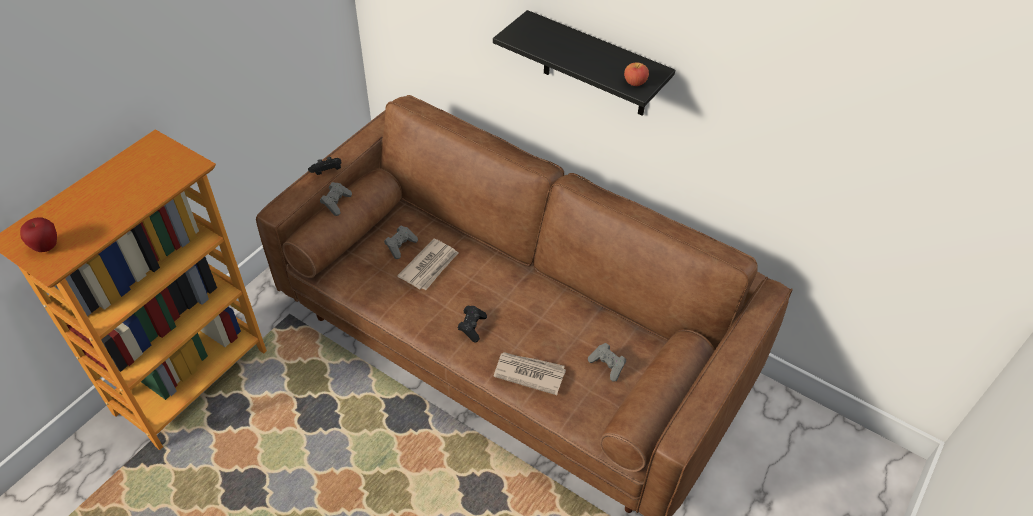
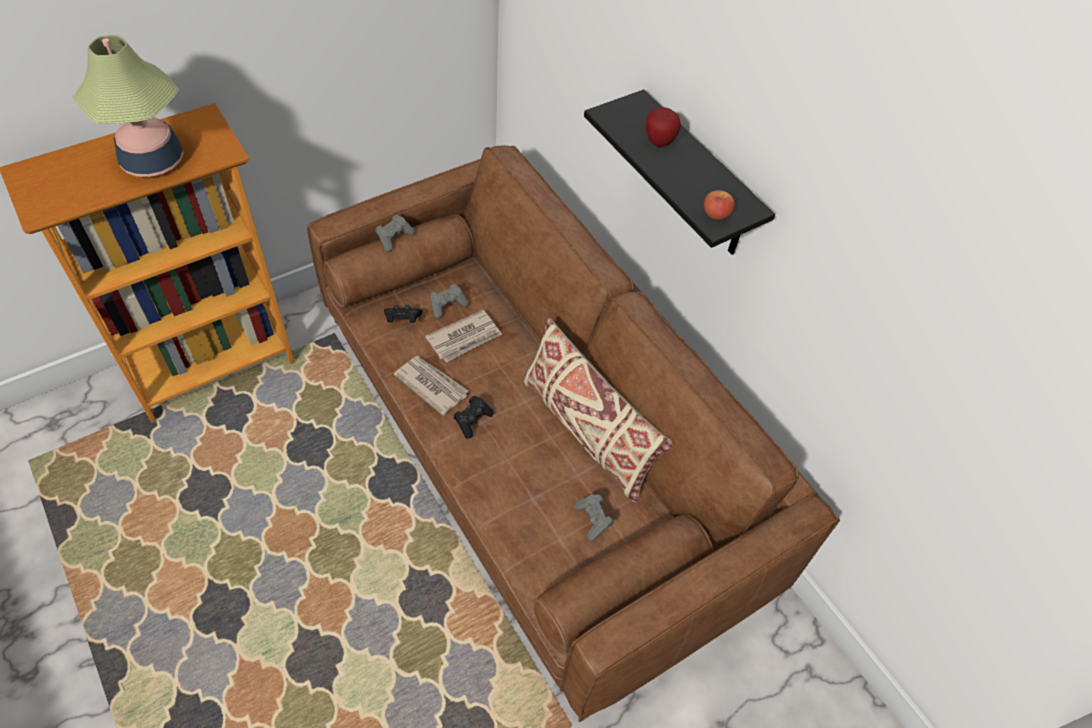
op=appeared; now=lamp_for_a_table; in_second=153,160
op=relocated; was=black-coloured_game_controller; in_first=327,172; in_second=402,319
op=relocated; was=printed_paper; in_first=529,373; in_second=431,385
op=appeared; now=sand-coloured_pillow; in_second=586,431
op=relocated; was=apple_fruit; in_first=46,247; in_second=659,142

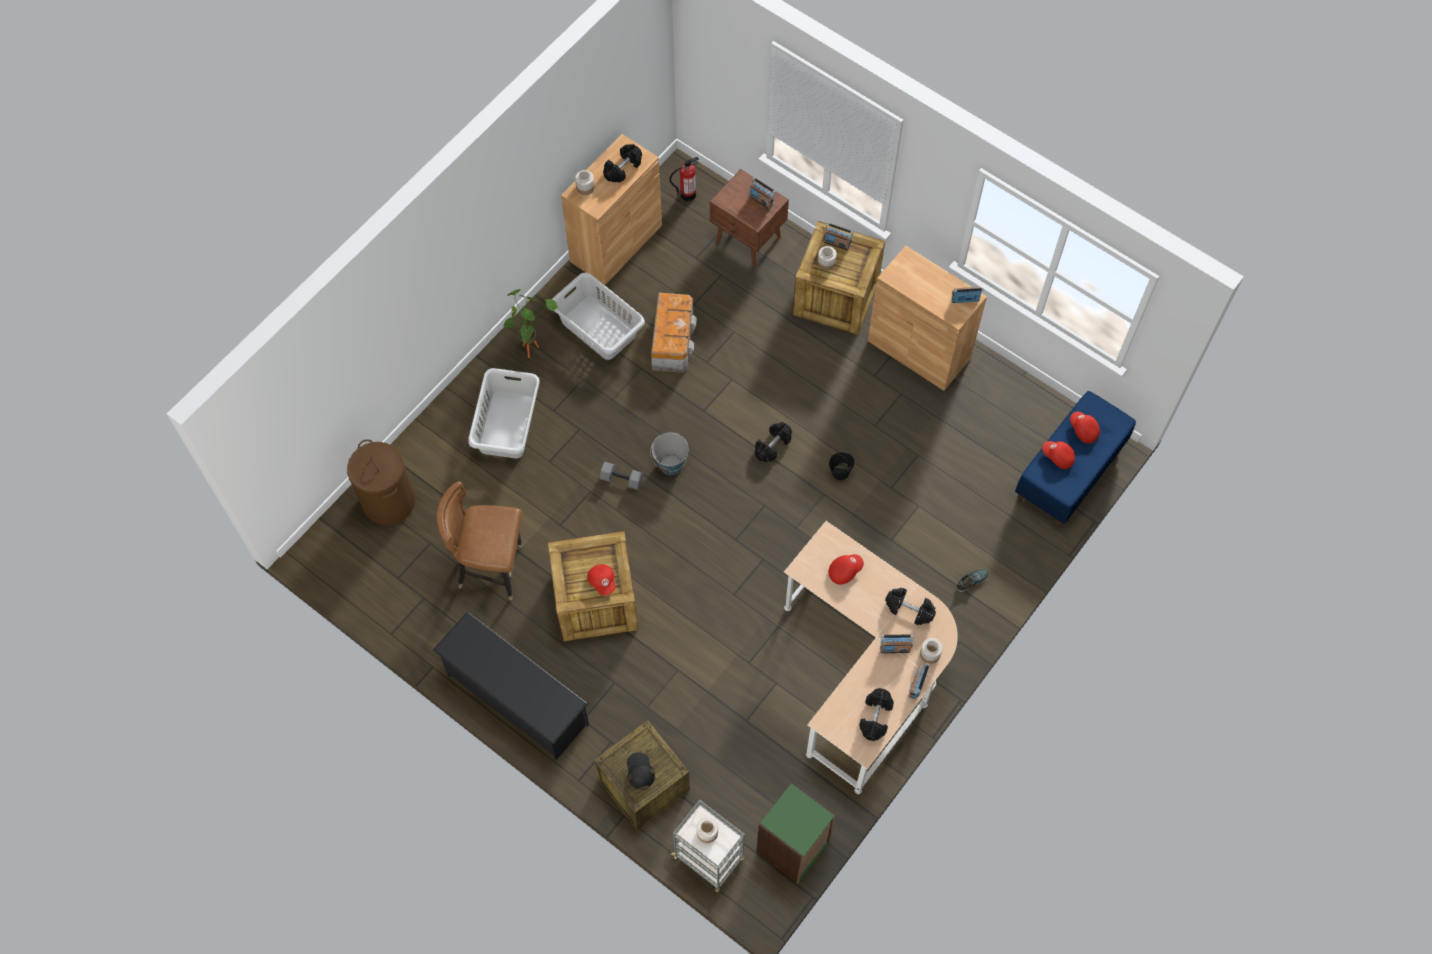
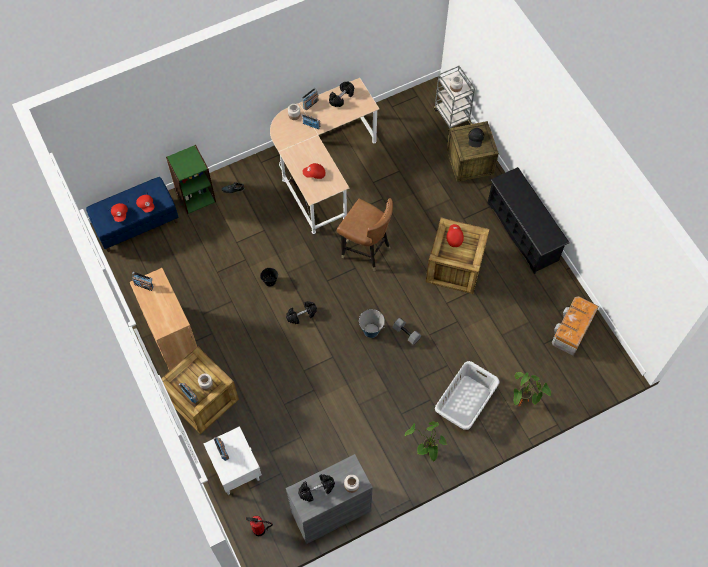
op=relocated; was=greenish_bookcase; in_first=793,848; in_second=195,196
op=colour; was=brown_bedside_table; now=whitish_bedside_table; in_first=749,240; in_second=236,470
op=colour; was=brown_storage_cabinet; now=grey_storage_cabinet; in_first=616,243; in_second=331,511
op=relocated; was=brown_plain_chair; in_first=492,569; in_second=365,251
op=appeared; now=plant_in_a_pot; in_second=523,404
op=relocated; was=storage_box; in_first=673,340; in_second=572,331
op=missing; was=brown_hamper; in_first=389,501
op=missing; was=grey_hamper; in_first=599,327
op=missing; was=black-coloured_dumbbell; in_first=909,610

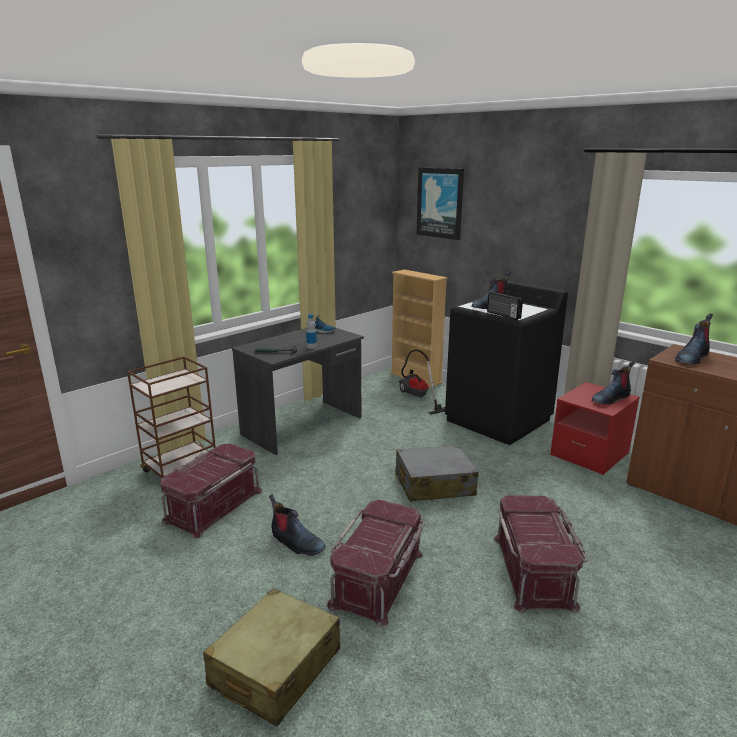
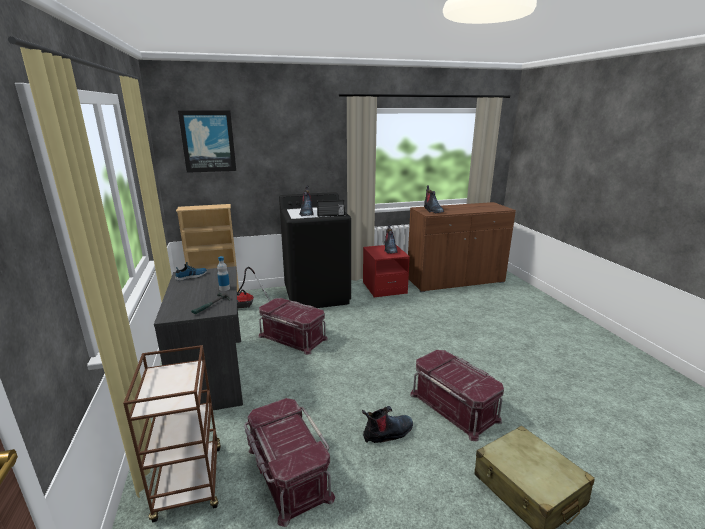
op=relocated; was=reddish_storage_box; in_first=534,571; in_second=293,337
op=missing; was=grey_travel_case; in_first=434,484

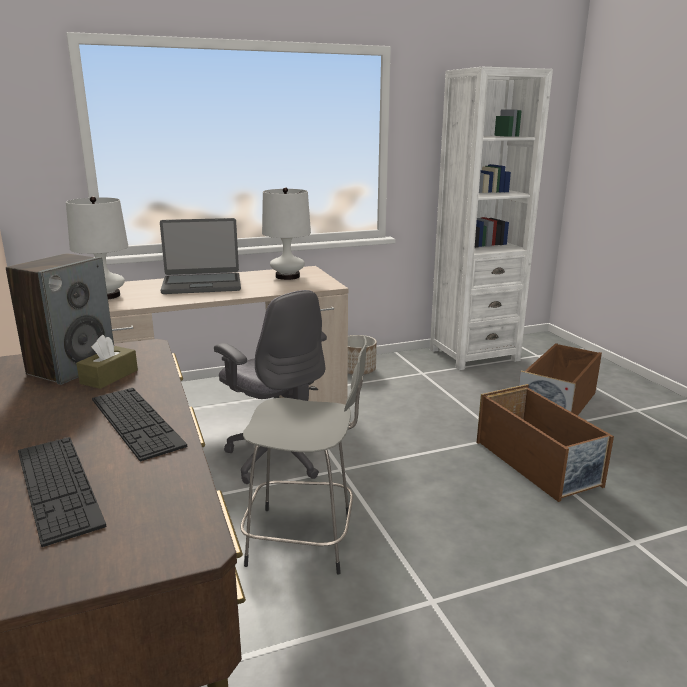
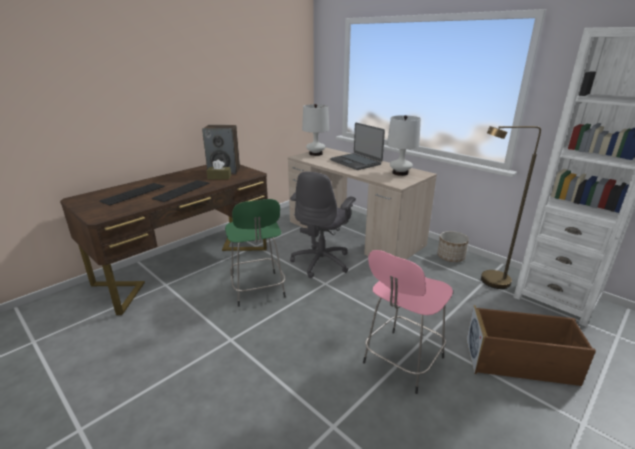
op=colour; was=grey_stool; now=greenish_stool; in_first=305,540; in_second=258,290
op=exchanged; was=brown_storage_box; now=pink-coloured_stool; in_first=538,464; in_second=401,362
op=appeared; now=brown_standing_lamp; in_second=488,282

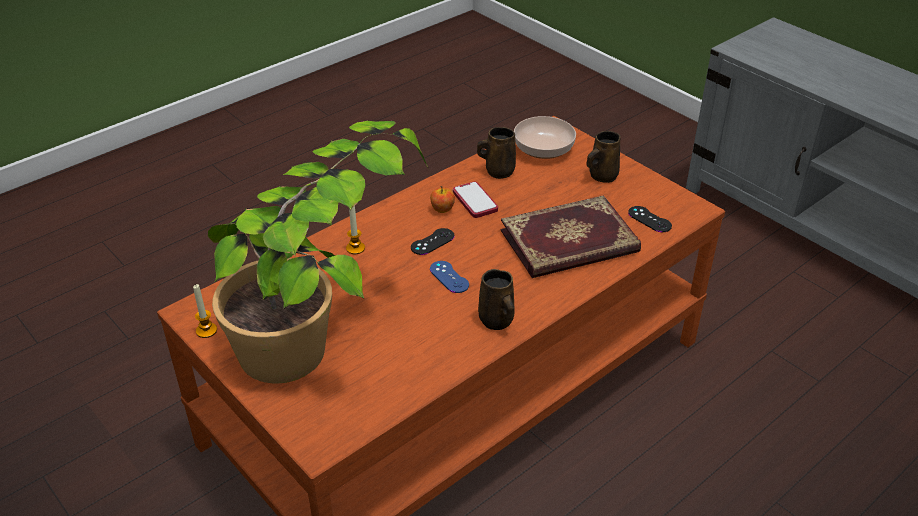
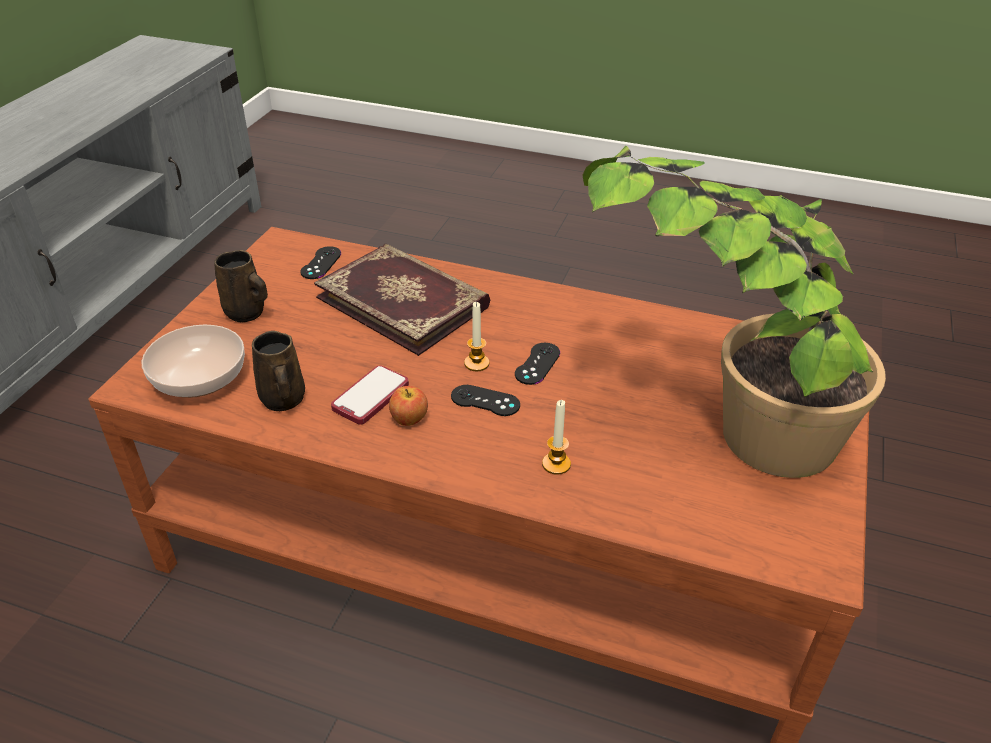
op=relocated; was=candle; in_first=206,330; in_second=476,363
op=colour; was=blue-coloured_game_controller; now=black-coloured_game_controller; in_first=449,277; in_second=537,364
op=missing; was=brown_mug; in_first=497,321

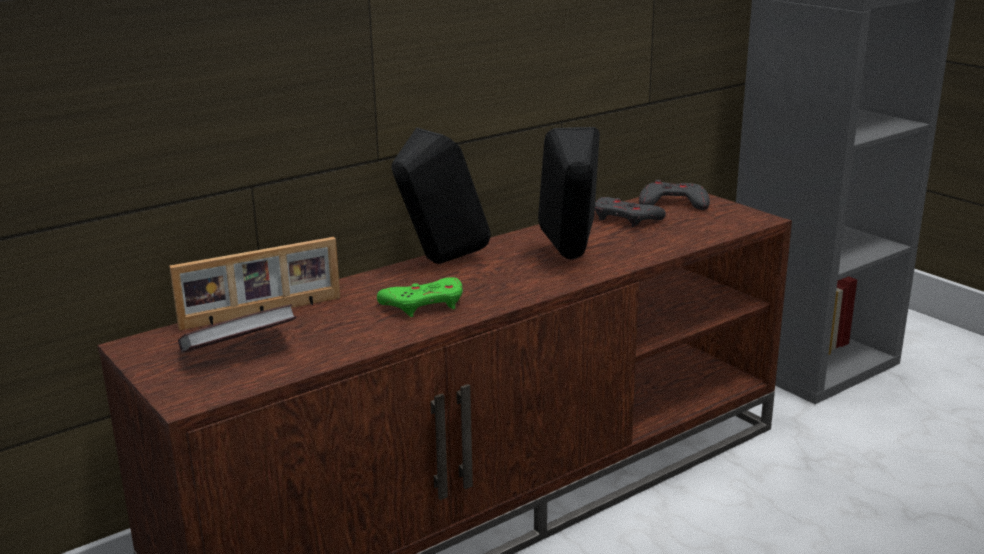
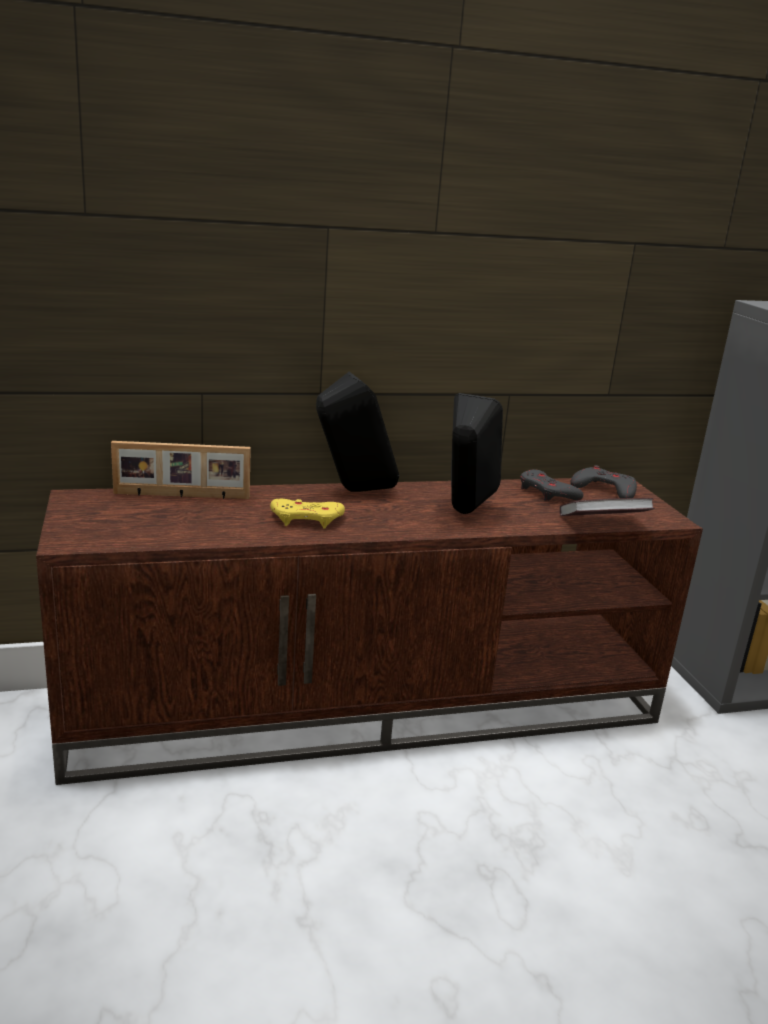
op=colour; was=greenish_game_controller; now=yellowish_game_controller; in_first=424,304; in_second=306,519
op=relocated; was=bound_book; in_first=239,350; in_second=602,524

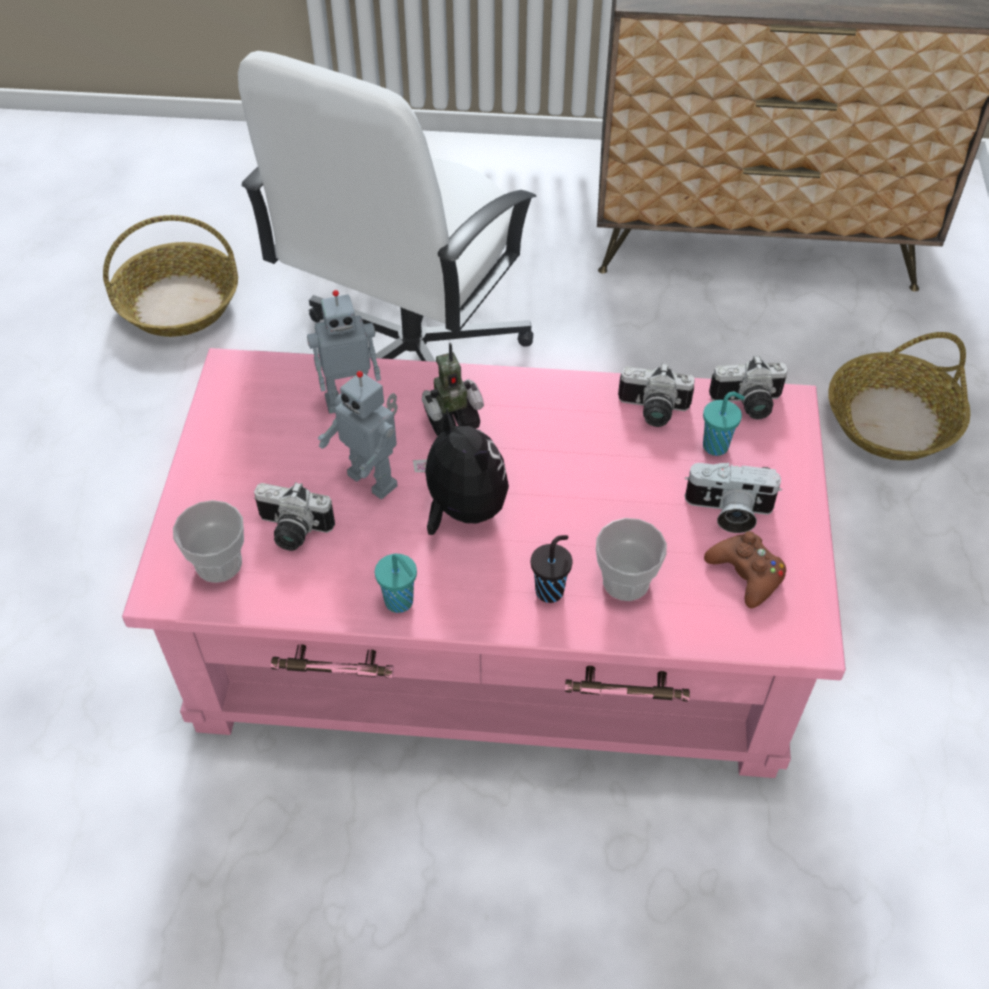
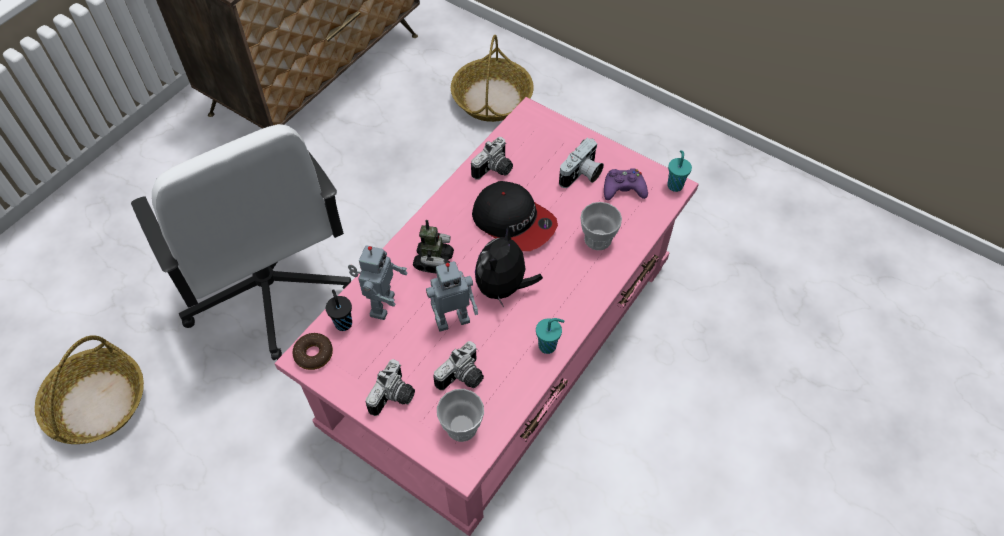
op=appeared; now=ring_doughnut; in_second=313,354
op=relocated; was=black-coloured_small_cup; in_first=550,590; in_second=343,322
op=relocated; was=photo_camera; in_first=748,405; in_second=394,397
op=appeared; now=baseball_cap; in_second=514,221
op=spun; was=plush_toy; in_first=462,510; in_second=503,287; clockwise=-60
op=colour; was=brown_game_controller; now=purplish_game_controller; in_first=746,574; in_second=623,189
op=relocated; was=blue-green_small_cup; in_first=717,446; in_second=675,185

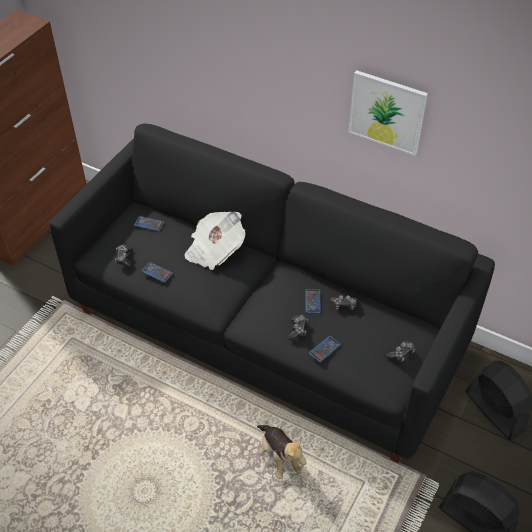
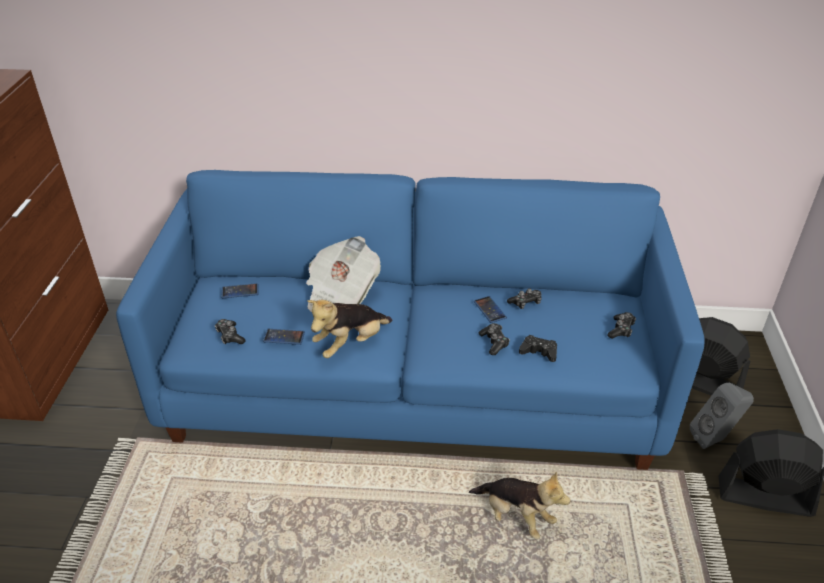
op=colour; was=black-coloured_couch; now=blue-coloured_couch; in_first=267,328; in_second=412,384
op=appeared; now=plush_toy; in_second=350,344
op=exchanged; was=phone; now=black-coloured_game_controller; in_first=324,349; in_second=539,352
op=appeared; now=grey_loudspeaker; in_second=714,439
op=missing; was=picture; in_first=387,112

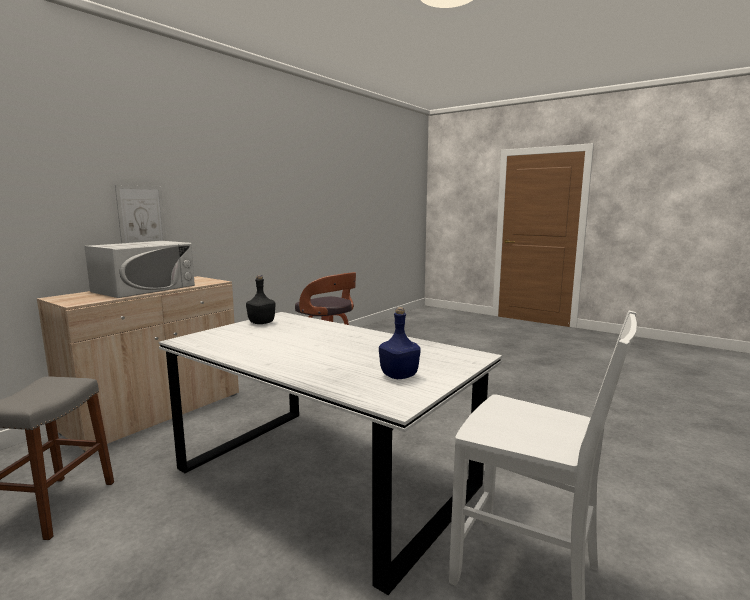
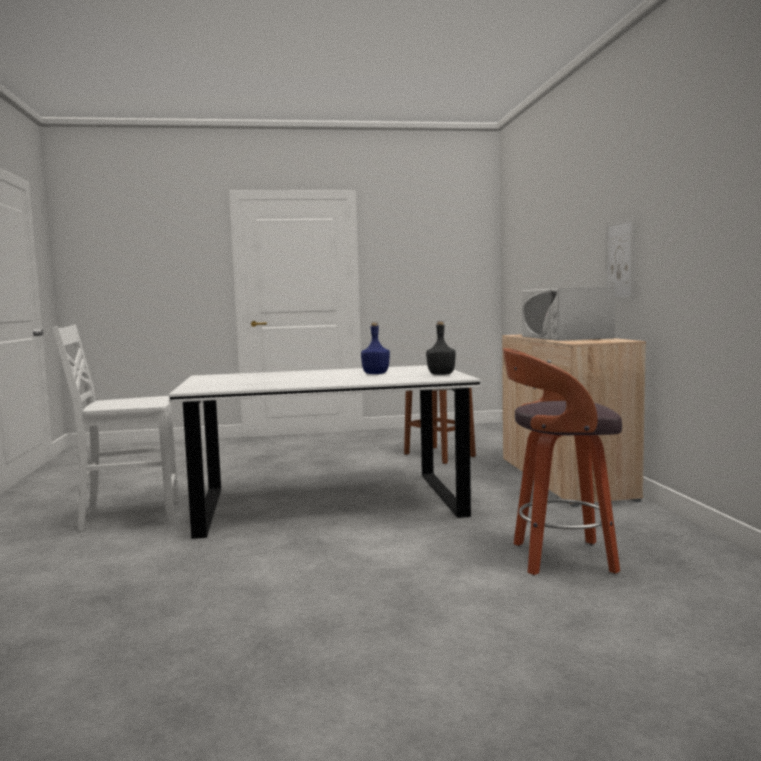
op=relocated; was=blue-coloured_bottle; in_first=399,376; in_second=375,374

